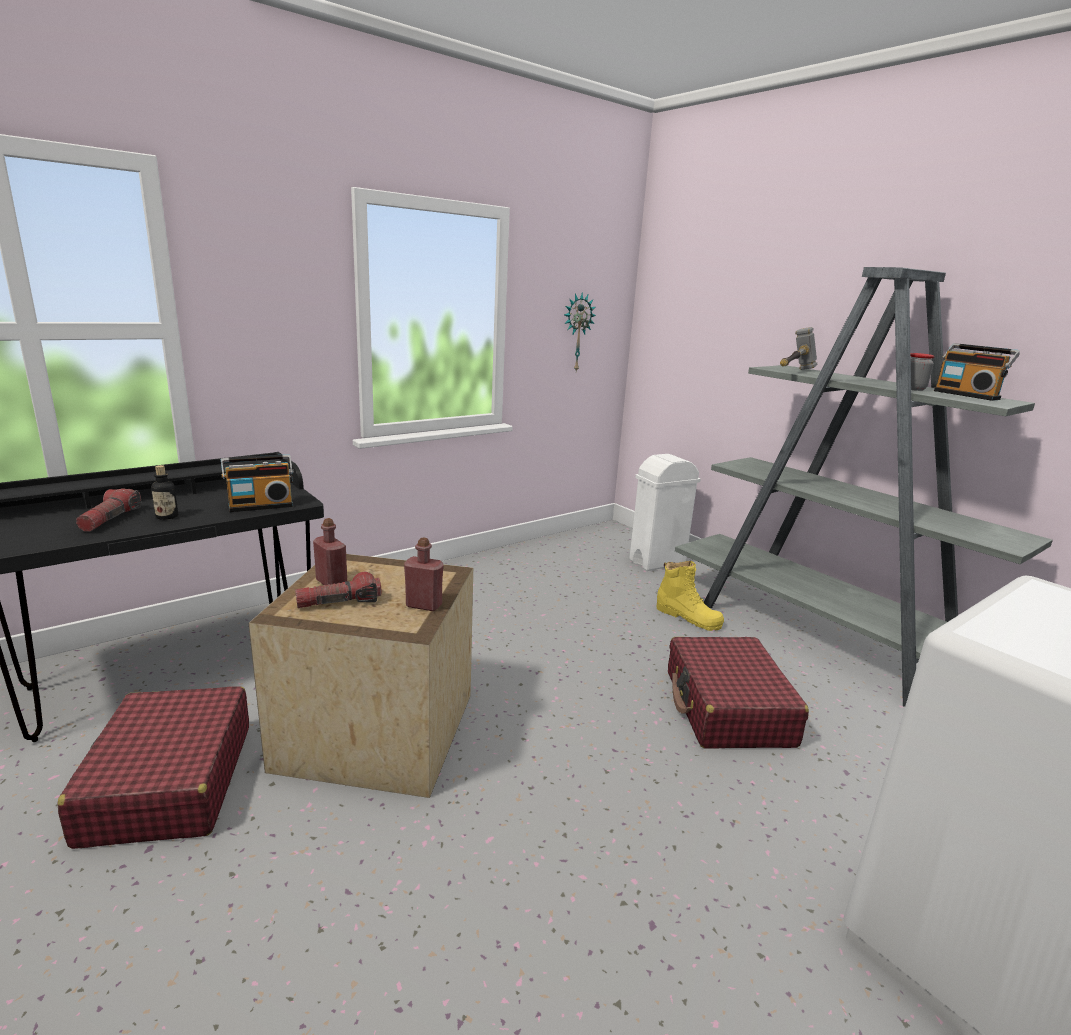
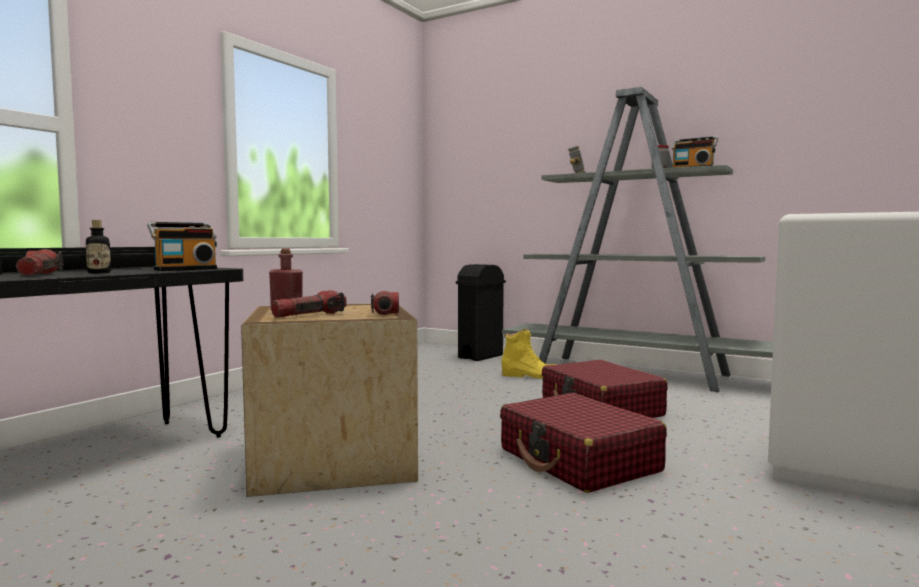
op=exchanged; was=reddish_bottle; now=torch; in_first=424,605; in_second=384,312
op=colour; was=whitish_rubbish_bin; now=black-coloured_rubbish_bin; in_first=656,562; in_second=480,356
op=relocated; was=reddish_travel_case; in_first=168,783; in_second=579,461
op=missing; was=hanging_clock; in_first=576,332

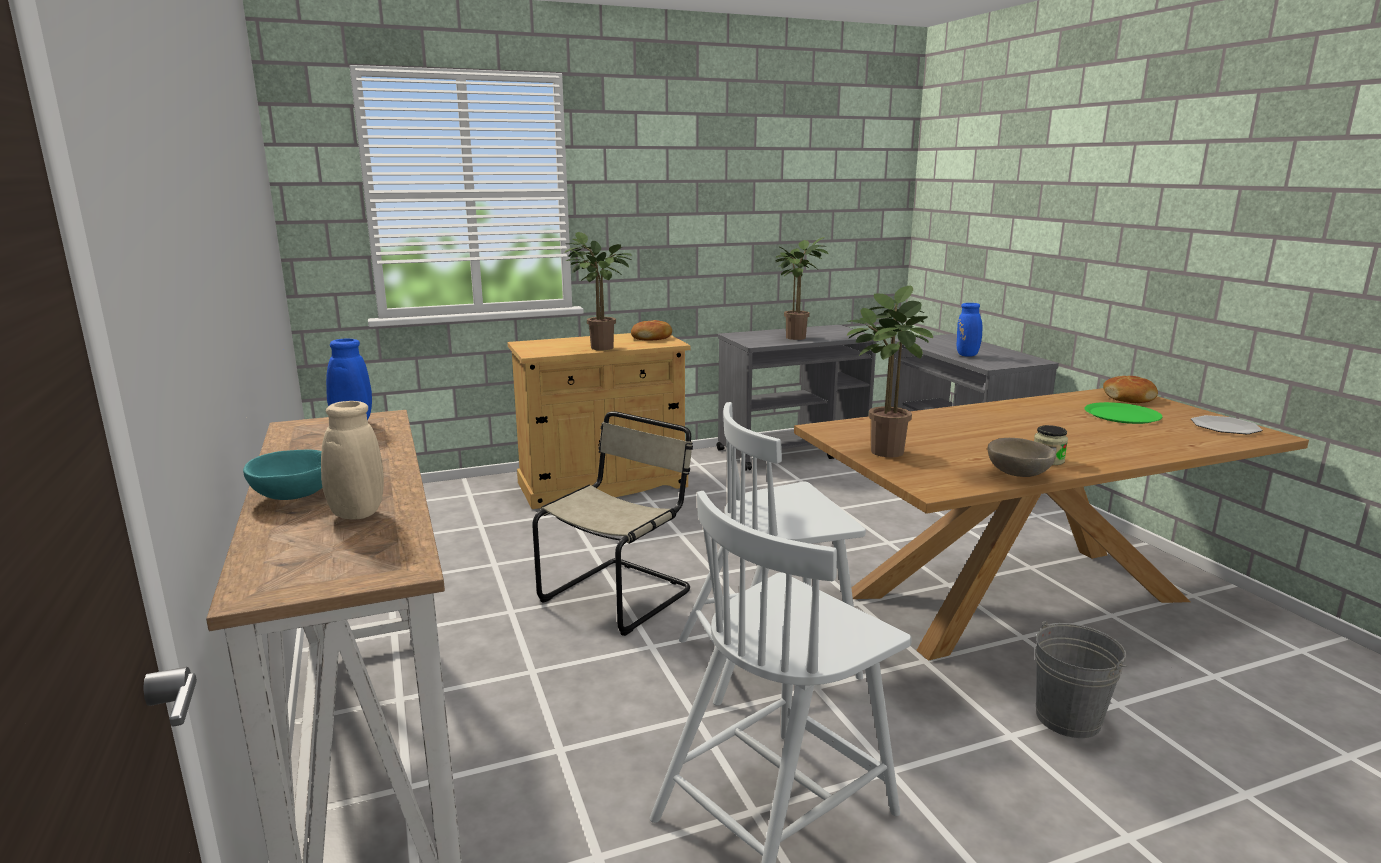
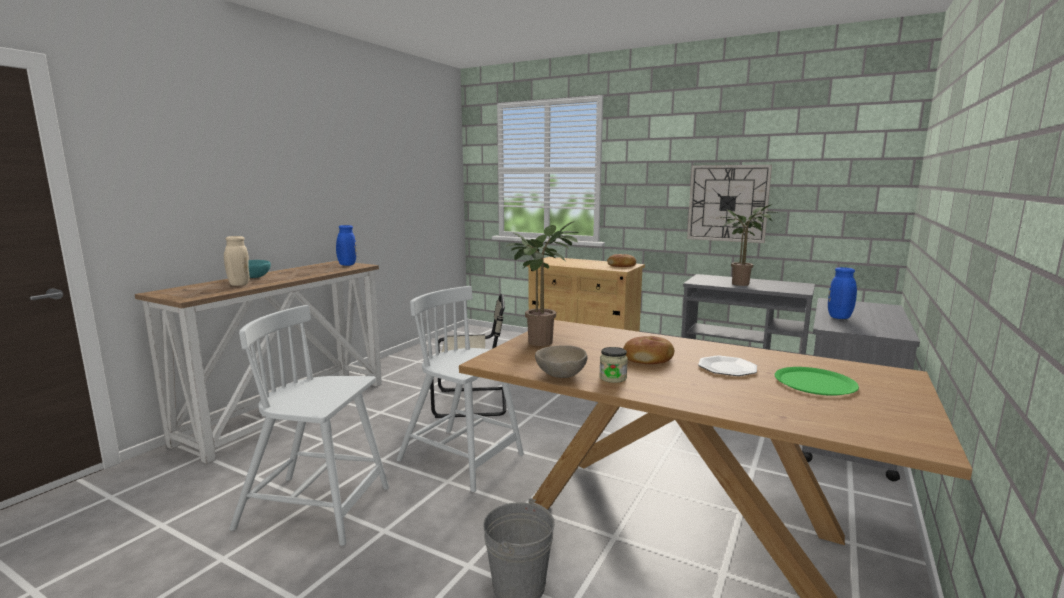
op=relocated; was=bread; in_first=1129,398; in_second=648,358
op=appeared; now=hanging_clock; in_second=728,203
op=relocated; was=flat_dish; in_first=1225,427; in_second=727,368
op=missing; was=plant_in_a_pot; in_first=597,348

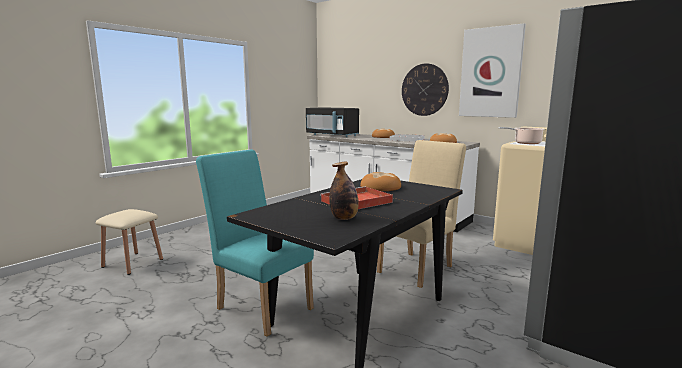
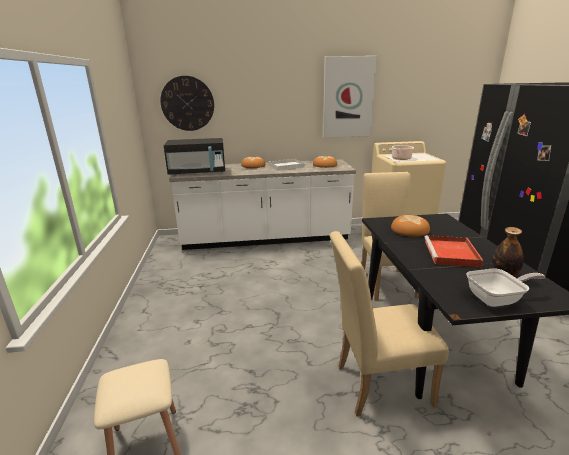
op=relocated; was=hanging_clock; in_first=424,90; in_second=187,103
op=colour; was=blue-green_plain_chair; now=sand-coloured_plain_chair; in_first=260,305; in_second=376,385
op=appeared; now=frying_pan; in_second=497,299

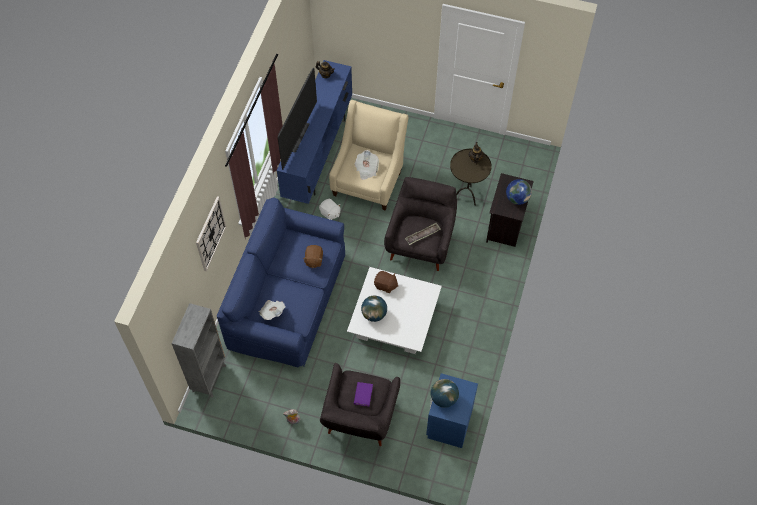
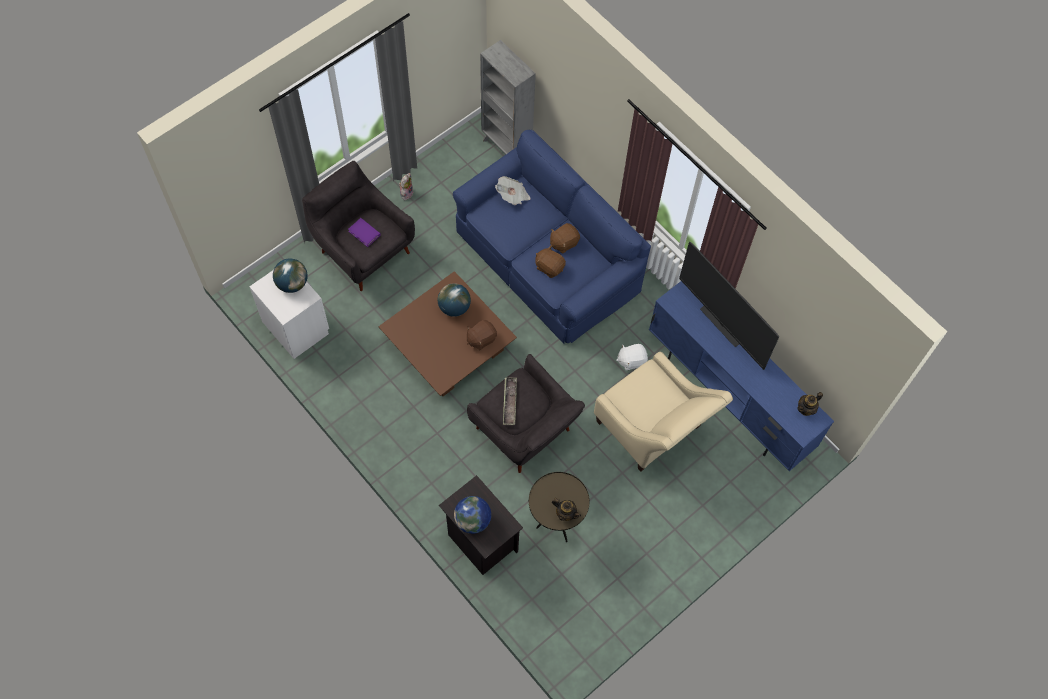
op=colour; was=blue-coloured_bedside_table; now=whitish_bedside_table; in_first=449,422; in_second=296,327
op=colour; was=whitish_lounge_table; now=brown_lounge_table; in_first=394,319; in_second=449,346
op=appeared; now=brown_plush_toy; in_second=563,242
op=missing; was=hanging_clock; in_first=210,233
op=missing; was=printed_paper; in_first=366,169

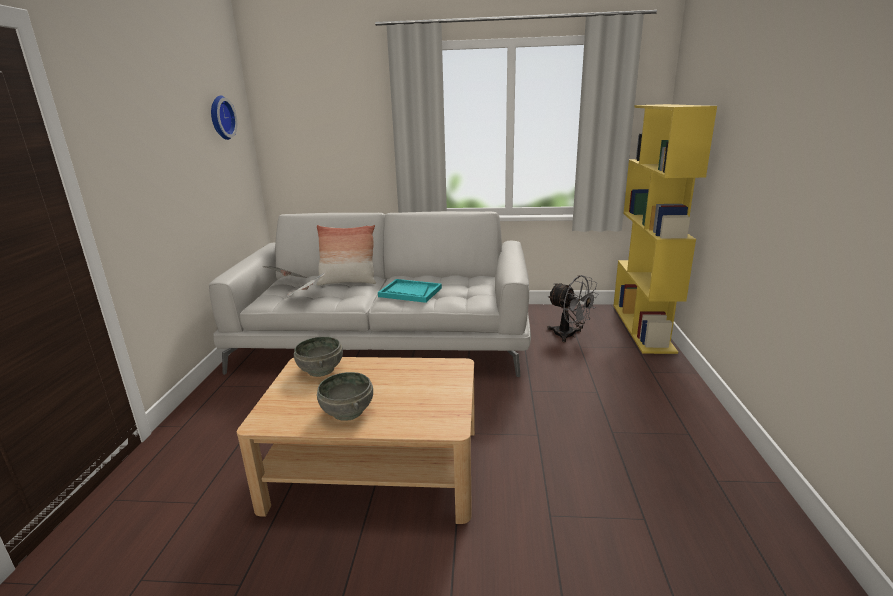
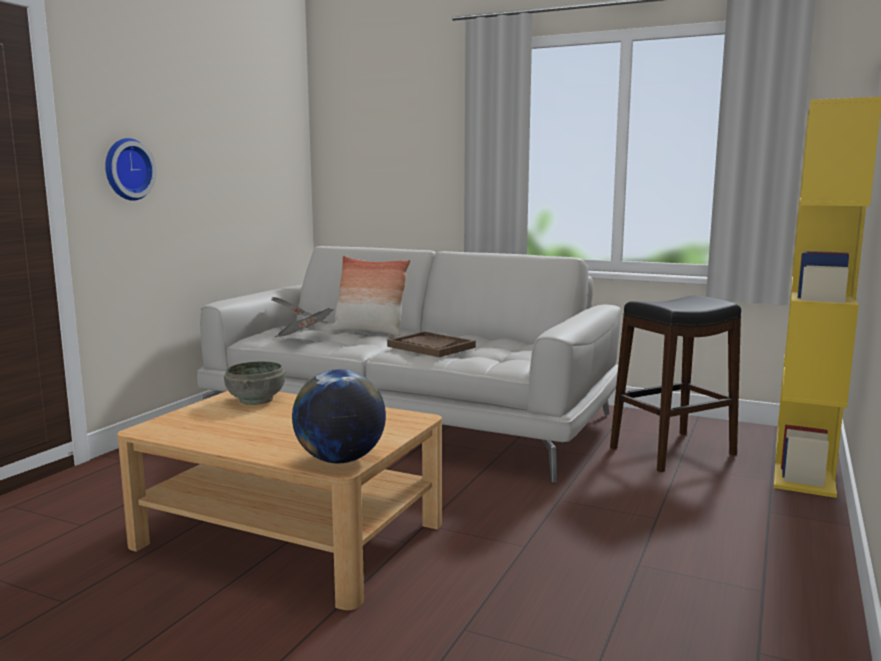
op=relocated; was=hanging_clock; in_first=220,118; in_second=126,169
op=appeared; now=world_globe; in_second=340,460
op=colour; was=blue-green_serving_tray; now=brown_serving_tray; in_first=410,292; in_second=431,347
op=exchanged; was=grey_electric_fan; now=black-coloured_stool; in_first=569,335; in_second=672,451
op=missing; was=grey_deep_dish; in_first=348,411

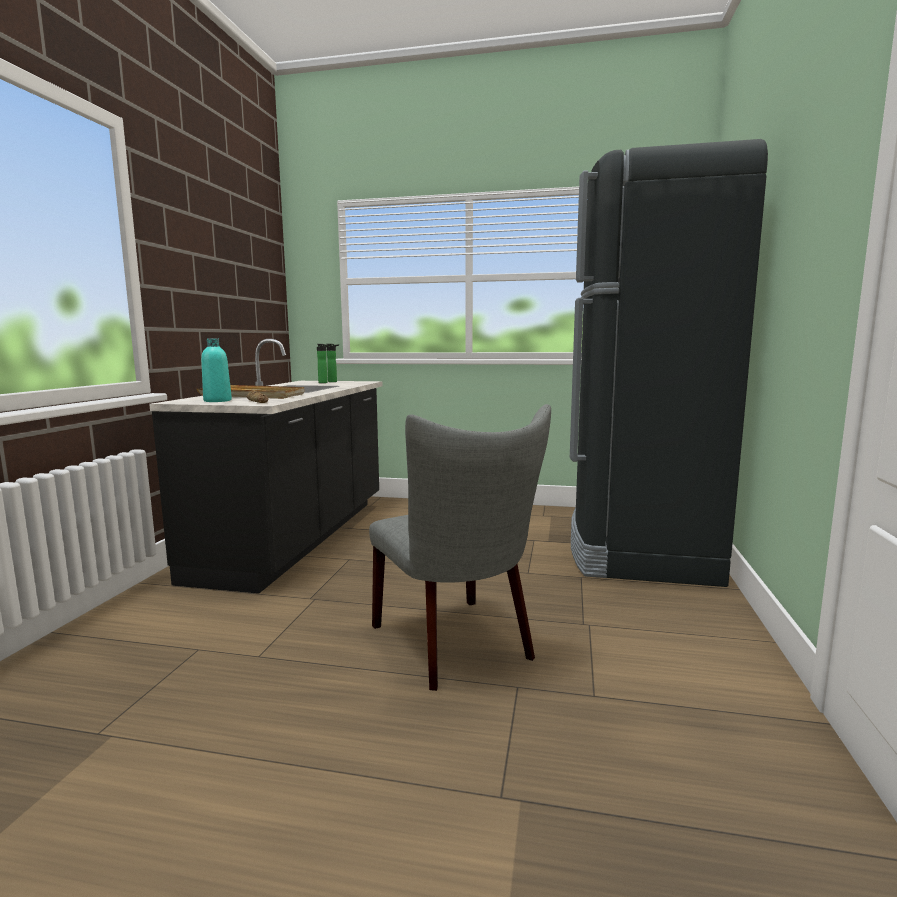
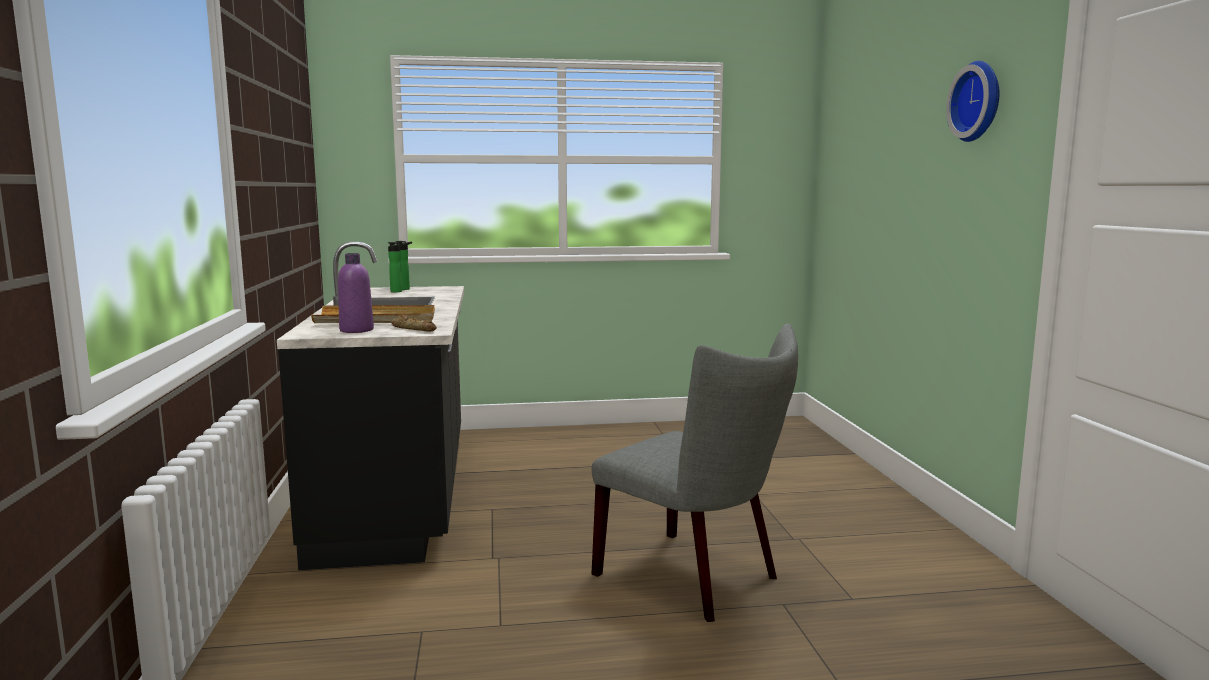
op=colour; was=blue-green_bottle; now=purplish_bottle; in_first=217,401; in_second=356,330
op=appeared; now=hanging_clock; in_second=979,101
op=missing; was=black-coloured_kitchen_fridge; in_first=639,550

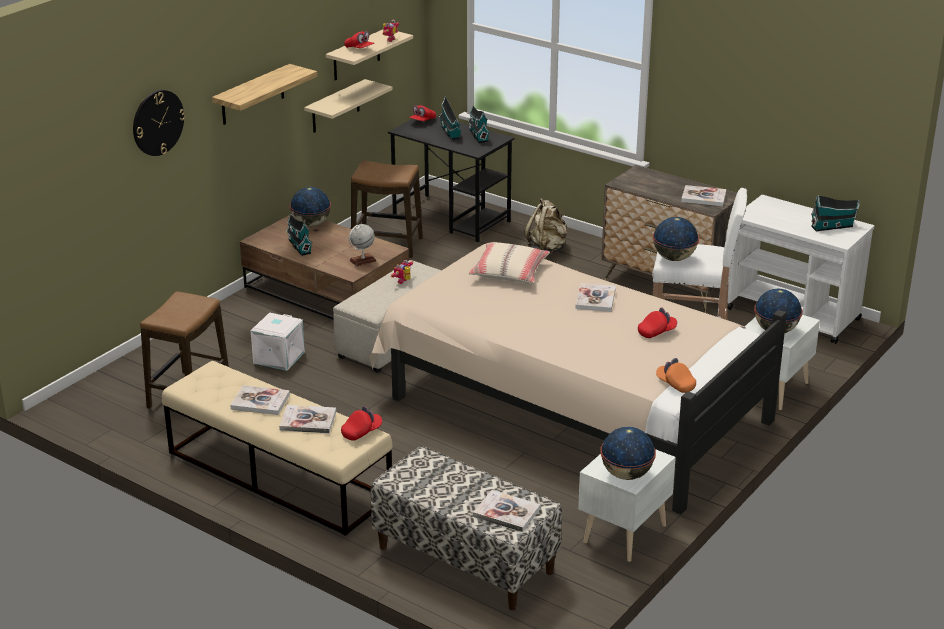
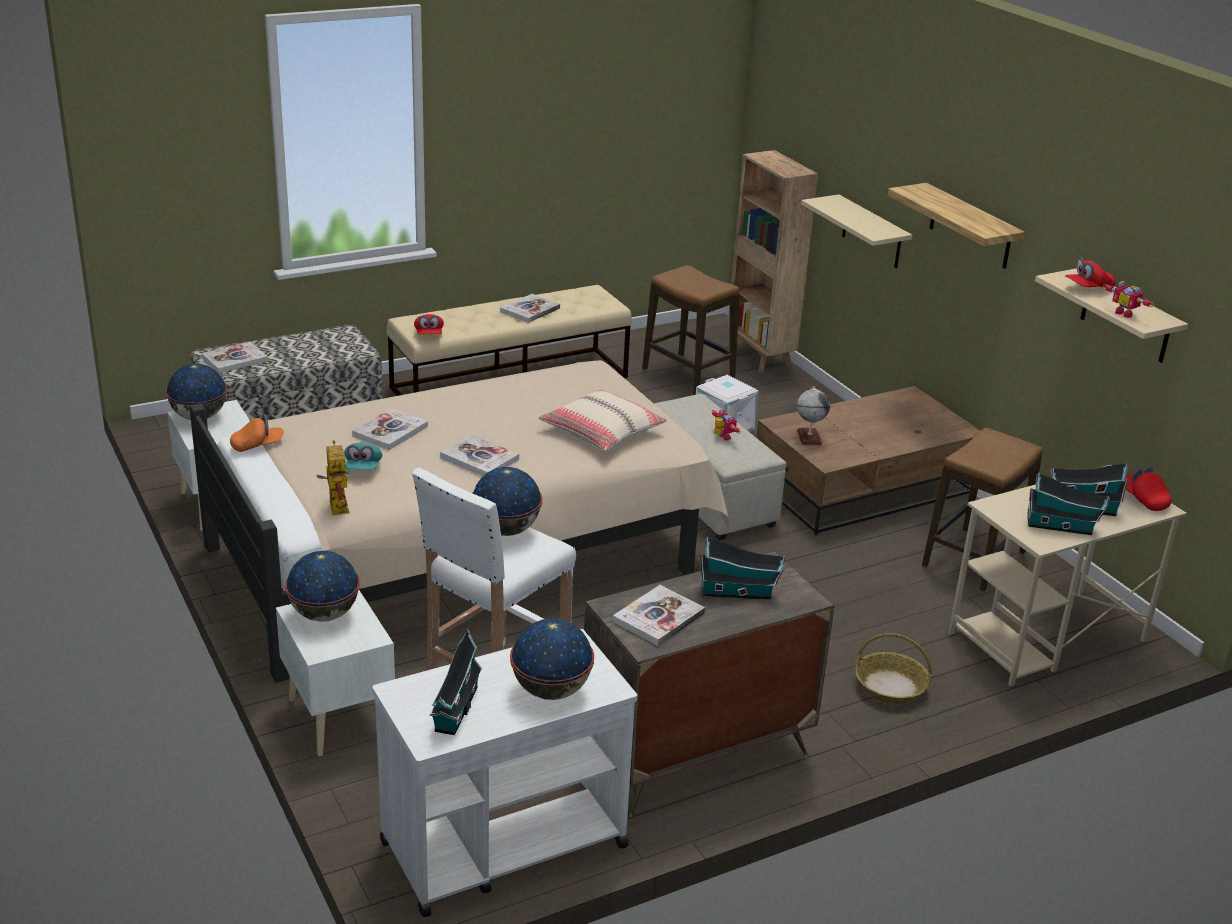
op=appeared; now=robot_figure; in_second=335,505
op=colour; was=reddish_baseball_cap; now=blue-green_baseball_cap; in_first=656,332; in_second=363,468
op=relocated; was=bound_book; in_first=308,421; in_second=390,431
op=relocated; was=world_globe; in_first=311,224; in_second=551,690
op=relocated; was=model_house; in_first=299,246; in_second=739,592
op=appeared; now=brown_bookcase; in_second=760,357
op=relocated; was=sand-coloured_wall_shelf; in_first=335,107; in_second=872,232
op=exchanged; was=sand-coloured_knapsack; now=household_basket; in_first=547,249; in_second=891,686
op=colour; was=black-coloured_desk; now=sand-coloured_desk; in_first=452,218; in_second=1046,637
op=missing; was=hanging_clock; in_first=157,122

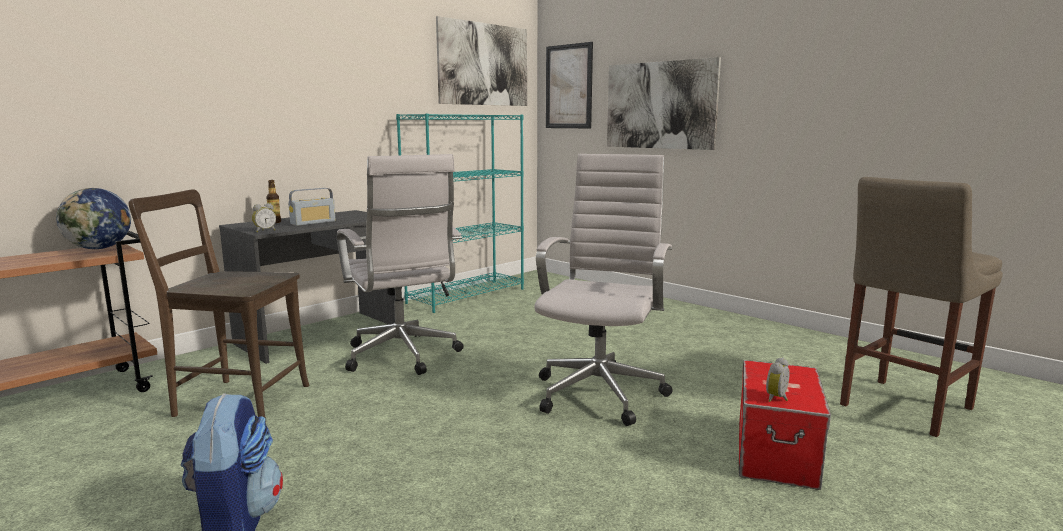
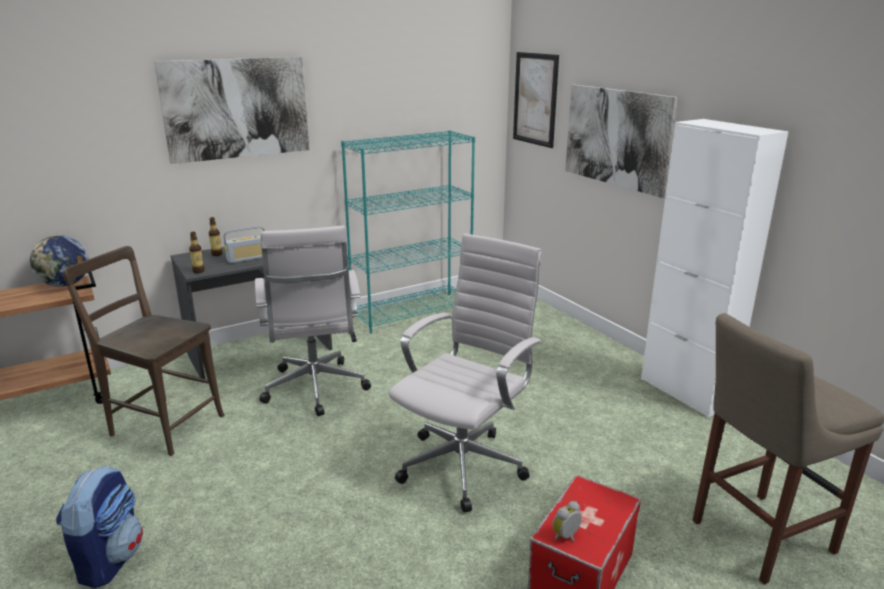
op=relocated; was=picture; in_first=484,64; in_second=237,108
op=exchanged; was=table_clock; now=bottle; in_first=264,231; in_second=198,271
op=appeared; now=whitish_storage_cabinet; in_second=685,392

